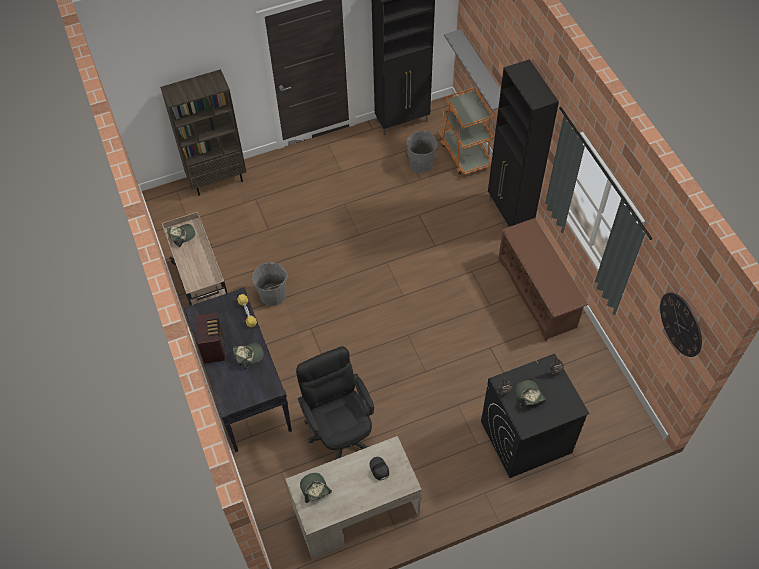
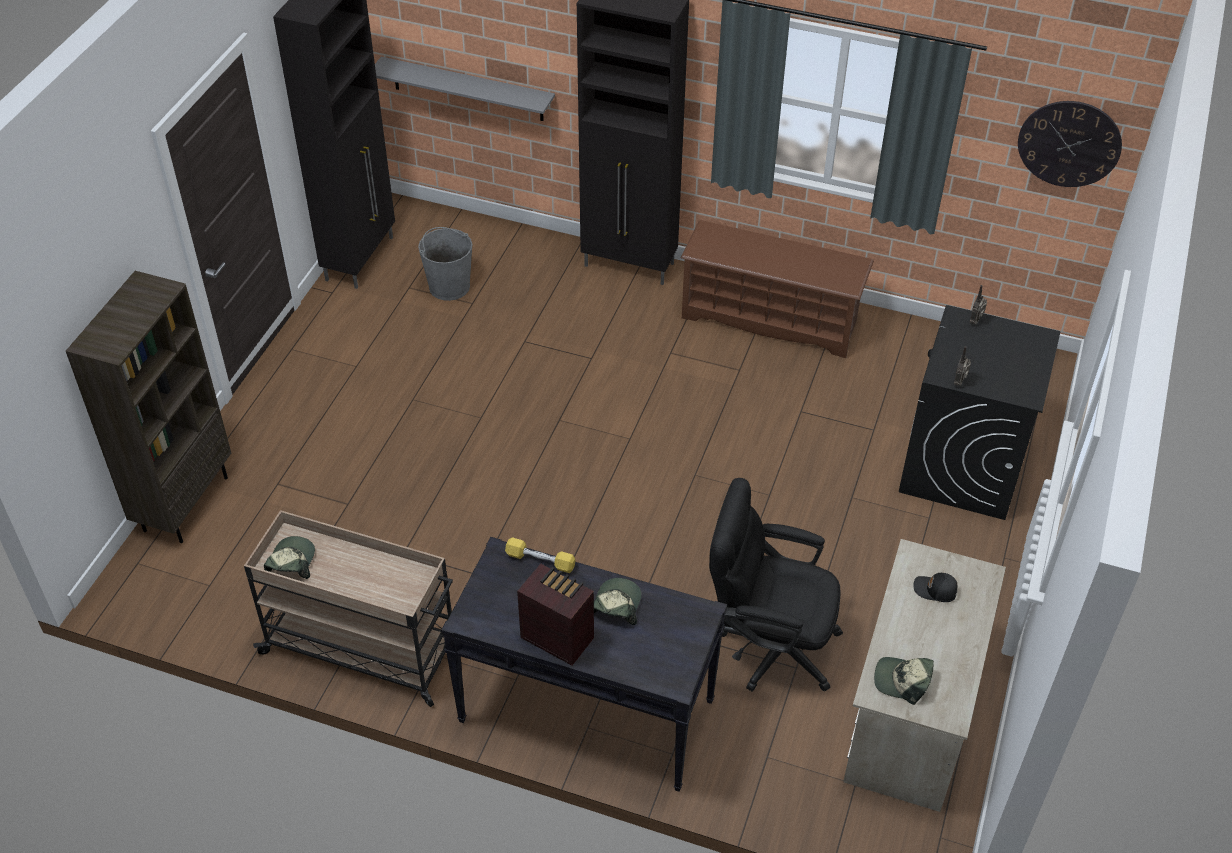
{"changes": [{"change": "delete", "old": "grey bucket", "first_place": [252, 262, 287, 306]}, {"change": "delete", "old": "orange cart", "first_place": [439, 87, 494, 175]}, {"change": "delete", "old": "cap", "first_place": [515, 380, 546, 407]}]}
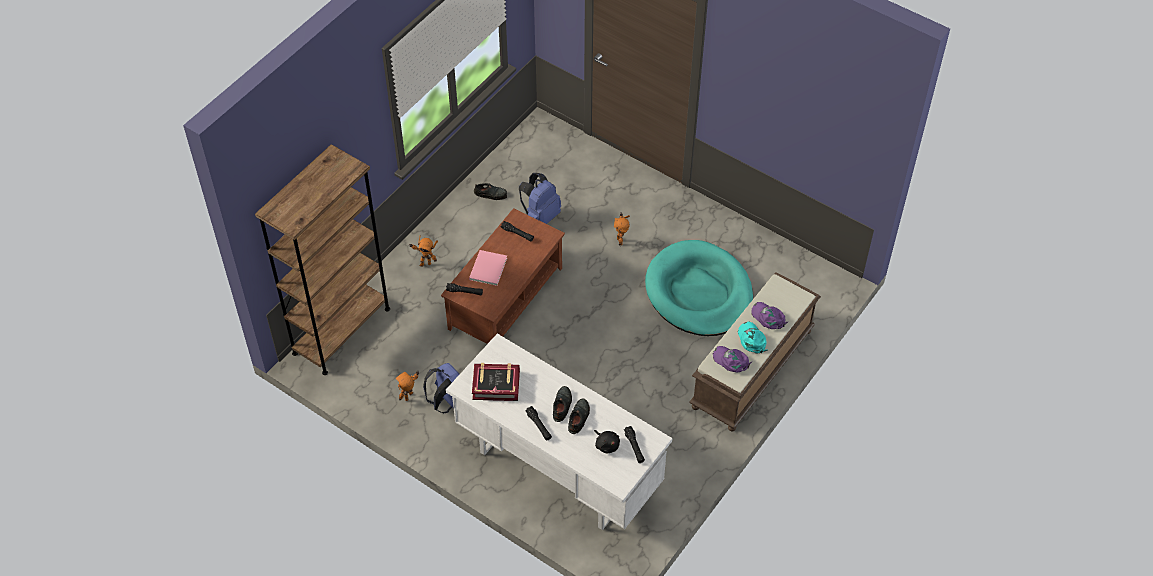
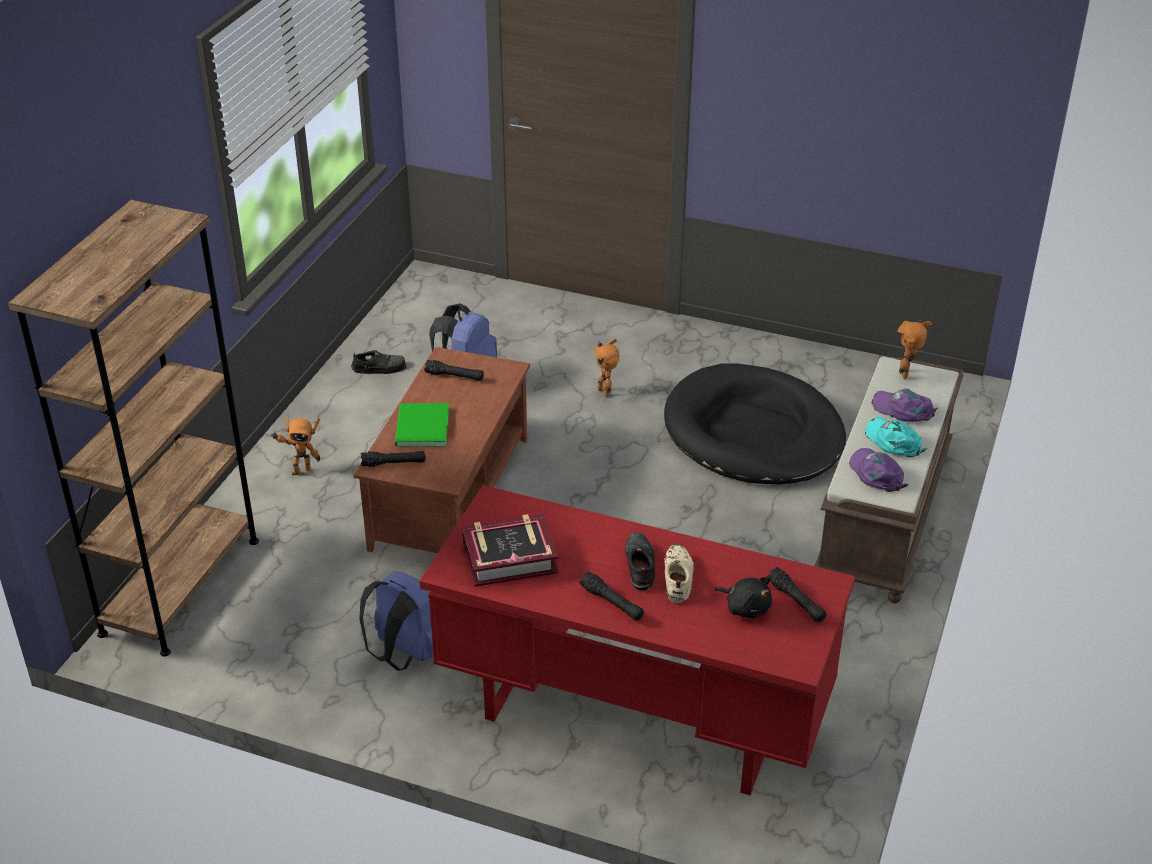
{"changes": [{"change": "move", "old": "toy robot", "first_place": [396, 371, 419, 401], "second_place": [897, 320, 932, 379]}, {"change": "recolor", "old": "white desk", "new": "red desk", "first_place": [446, 333, 672, 530], "second_place": [420, 485, 855, 796]}, {"change": "recolor", "old": "pink book", "new": "green book", "first_place": [469, 250, 507, 286], "second_place": [395, 403, 449, 447]}, {"change": "recolor", "old": "black shoe", "new": "beige shoe", "first_place": [568, 398, 590, 434], "second_place": [664, 544, 694, 603]}, {"change": "recolor", "old": "turquoise dog bed", "new": "black dog bed", "first_place": [645, 240, 753, 336], "second_place": [664, 363, 846, 484]}, {"change": "rotate", "old": "purple cap", "first_place": [713, 346, 752, 372], "second_place": [849, 448, 909, 492], "degrees": 45}]}
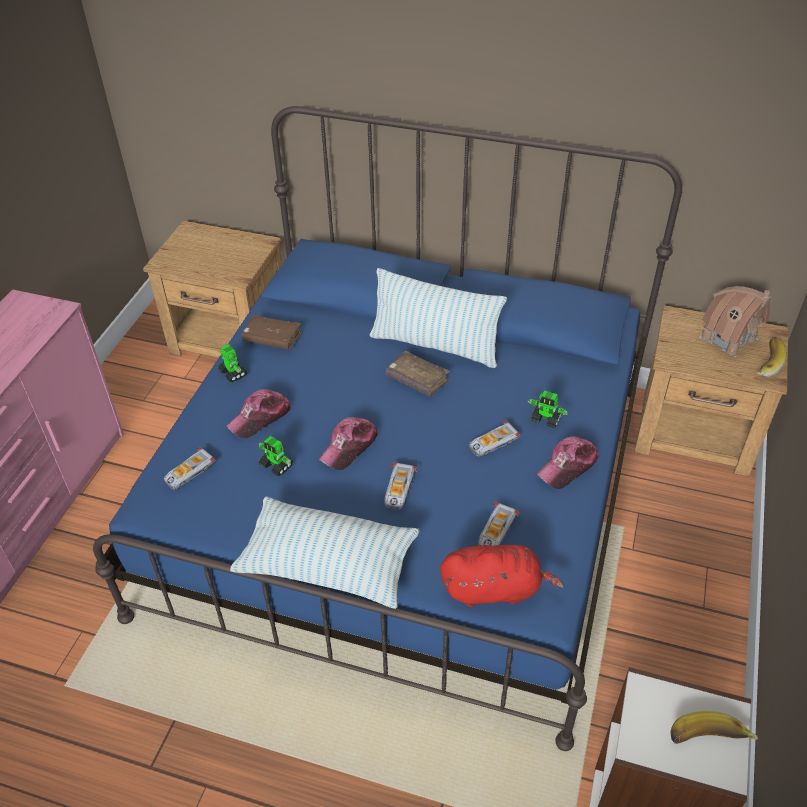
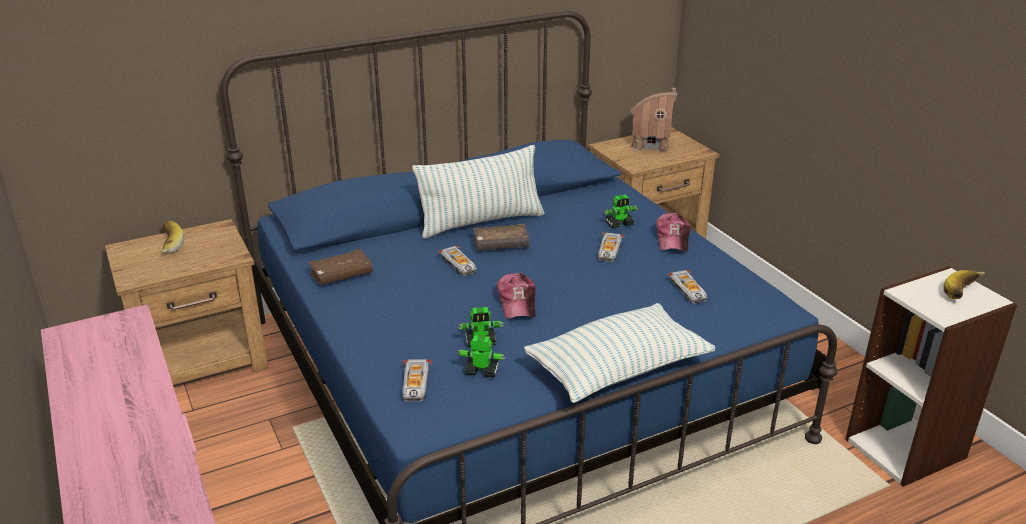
{"changes": [{"change": "delete", "old": "cap", "first_place": [227, 389, 292, 438]}, {"change": "delete", "old": "red plush toy", "first_place": [440, 545, 565, 607]}, {"change": "move", "old": "toy robot", "first_place": [218, 344, 247, 382], "second_place": [457, 335, 506, 378]}, {"change": "move", "old": "toy car", "first_place": [384, 463, 418, 509], "second_place": [438, 245, 477, 276]}, {"change": "move", "old": "banana", "first_place": [756, 337, 786, 377], "second_place": [160, 221, 184, 253]}]}
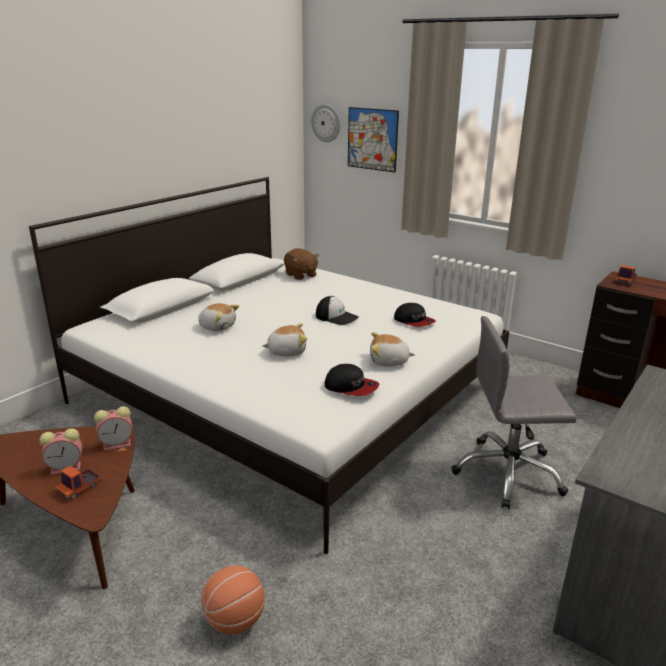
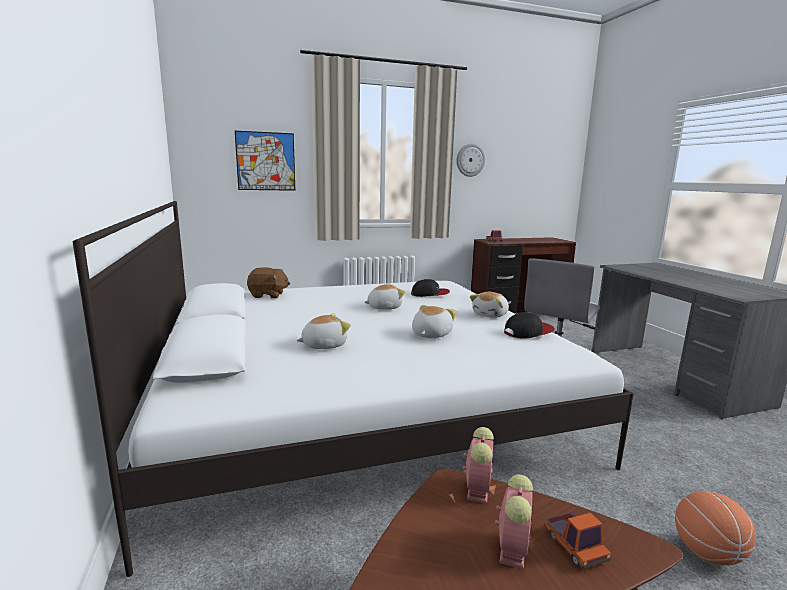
{"changes": [{"change": "move", "old": "wall clock", "first_place": [311, 104, 340, 142], "second_place": [457, 143, 485, 177]}, {"change": "replace", "old": "cap", "new": "plush toy", "first_place": [316, 296, 358, 325], "second_place": [364, 284, 405, 310]}]}
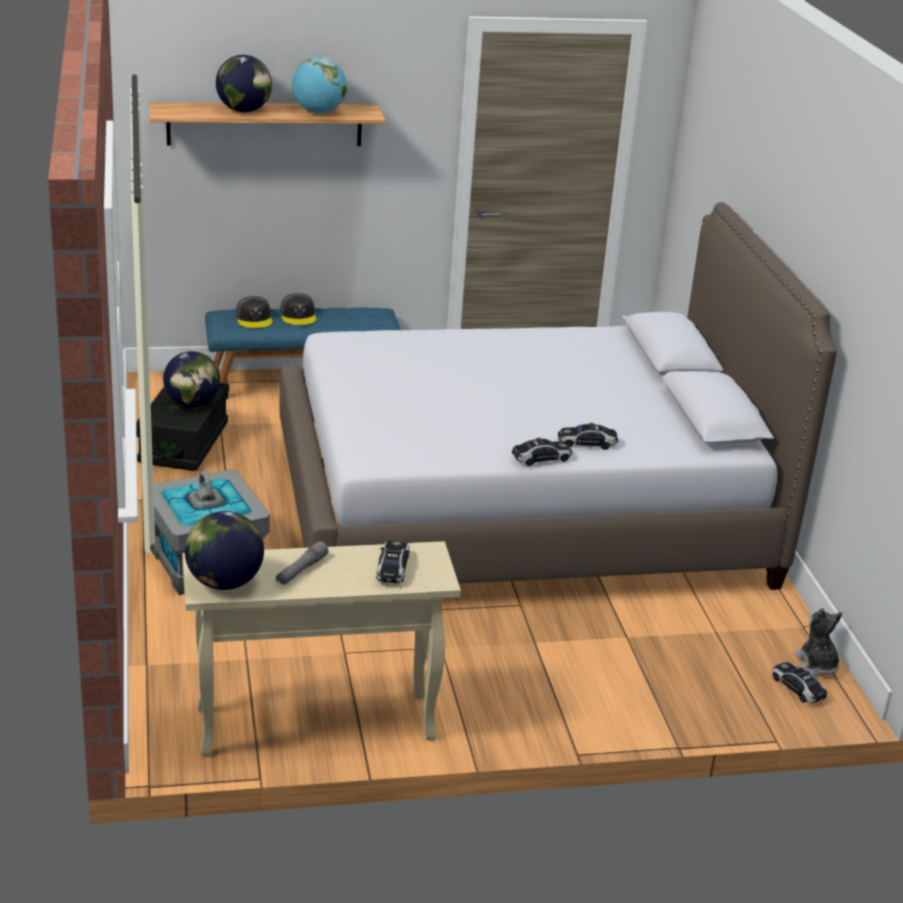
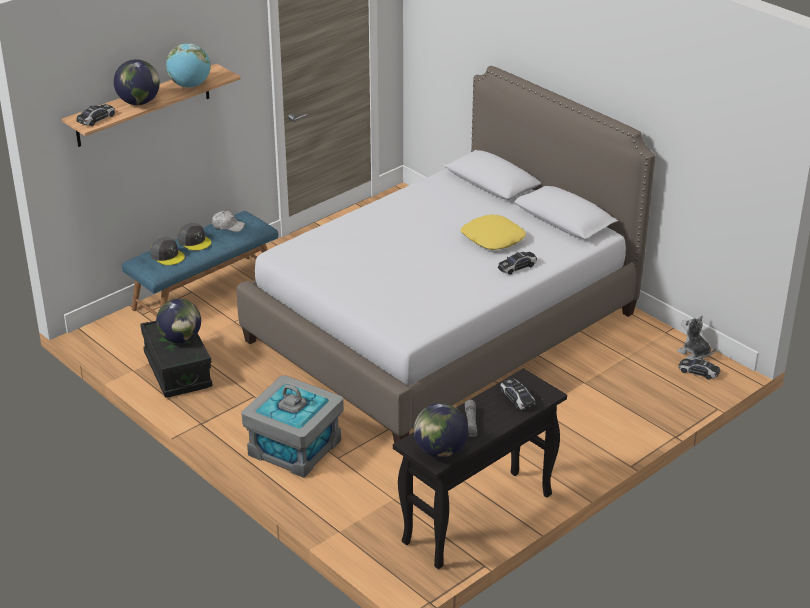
{"changes": [{"change": "insert", "new": "white cap", "second_place": [212, 211, 245, 232]}, {"change": "insert", "new": "yellow pillow", "second_place": [461, 215, 526, 250]}, {"change": "move", "old": "toy car", "first_place": [512, 438, 572, 466], "second_place": [77, 104, 115, 126]}, {"change": "recolor", "old": "beige console table", "new": "black console table", "first_place": [182, 541, 461, 756], "second_place": [393, 368, 567, 569]}]}
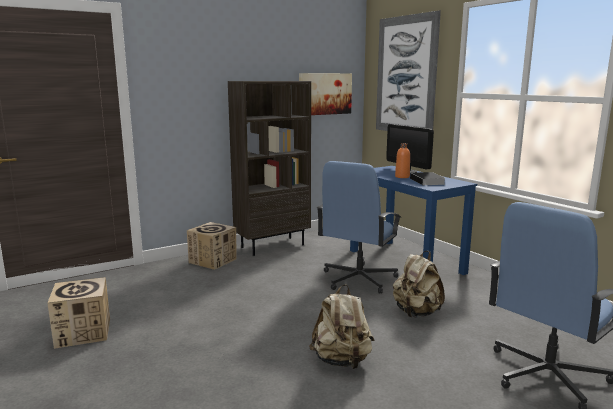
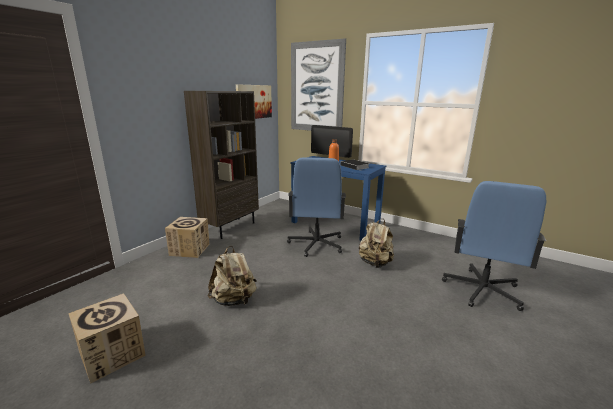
{"changes": [{"change": "move", "old": "beige backpack", "first_place": [309, 284, 374, 369], "second_place": [207, 246, 257, 306]}]}
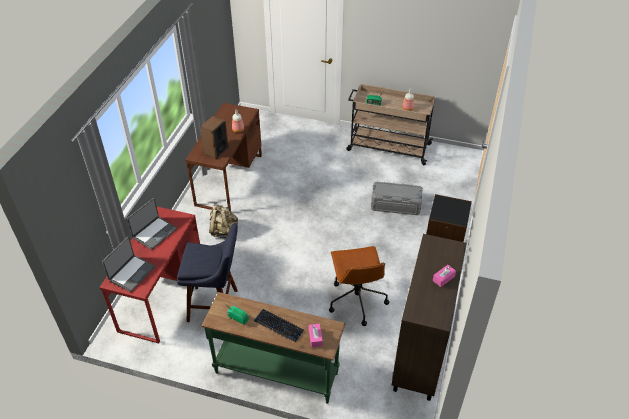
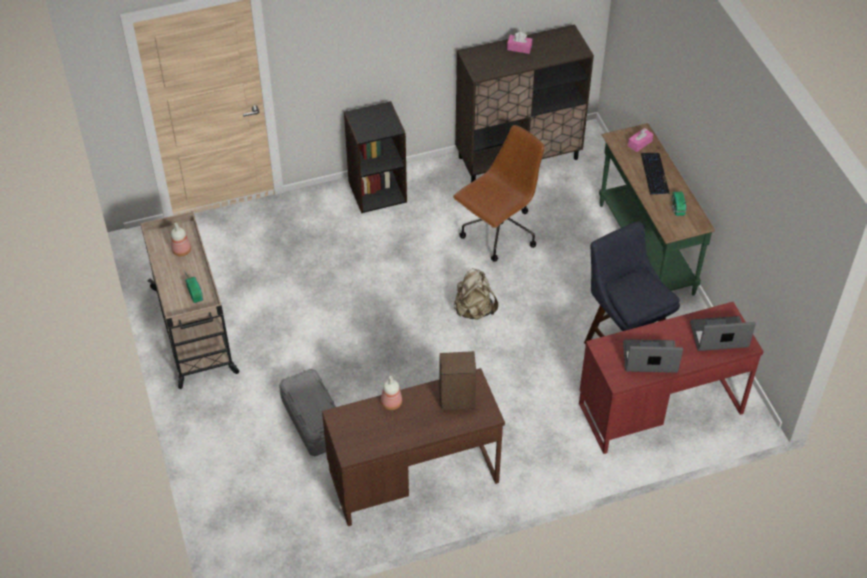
{"changes": [{"change": "move", "old": "beige backpack", "first_place": [209, 204, 238, 238], "second_place": [454, 268, 498, 320]}, {"change": "move", "old": "grey storage box", "first_place": [371, 181, 423, 215], "second_place": [279, 369, 336, 456]}]}
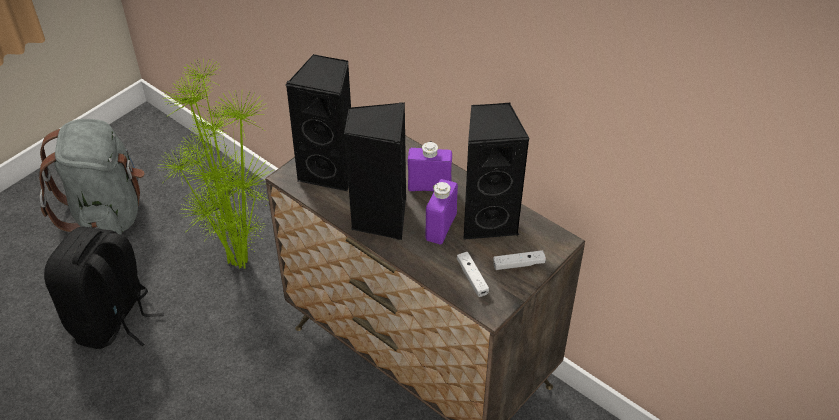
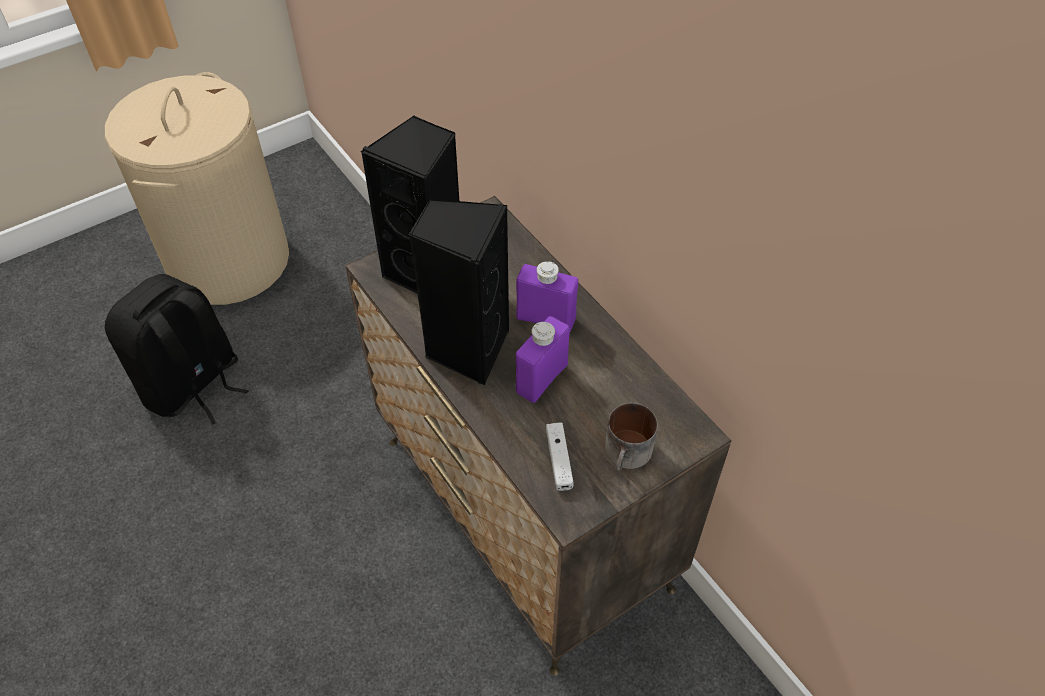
{"changes": [{"change": "delete", "old": "potted plant", "first_place": [159, 60, 273, 269]}, {"change": "delete", "old": "black speaker", "first_place": [463, 102, 530, 240]}, {"change": "replace", "old": "grey backpack", "new": "beige laundry basket", "first_place": [39, 119, 145, 235], "second_place": [105, 72, 289, 305]}, {"change": "replace", "old": "white game controller", "new": "mug", "first_place": [493, 250, 546, 270], "second_place": [605, 403, 658, 470]}]}
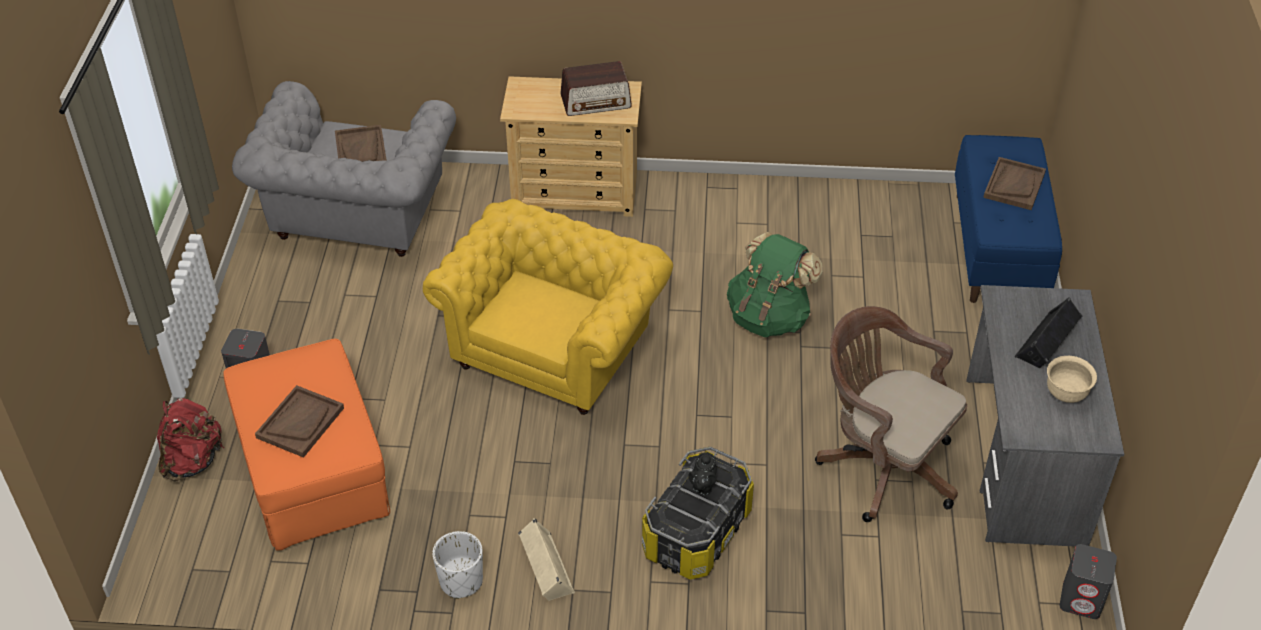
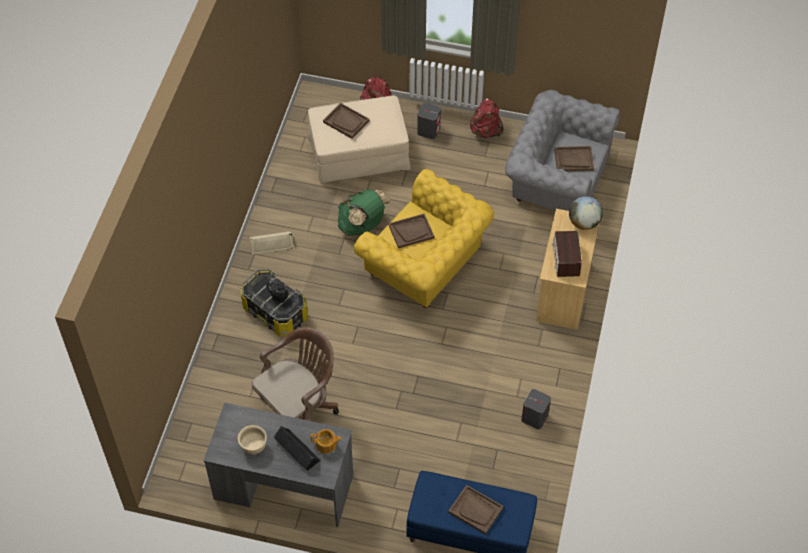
{"changes": [{"change": "delete", "old": "white planter", "first_place": [432, 531, 483, 599]}, {"change": "insert", "new": "teapot", "second_place": [310, 429, 342, 454]}, {"change": "insert", "new": "brown tray", "second_place": [389, 214, 435, 249]}, {"change": "insert", "new": "red backpack", "second_place": [470, 98, 503, 138]}, {"change": "insert", "new": "globe", "second_place": [569, 196, 603, 230]}, {"change": "move", "old": "green backpack", "first_place": [727, 232, 823, 337], "second_place": [338, 189, 391, 236]}, {"change": "move", "old": "grey speaker", "first_place": [1060, 544, 1117, 619], "second_place": [521, 389, 551, 429]}, {"change": "recolor", "old": "orange ottoman", "new": "beige ottoman", "first_place": [223, 339, 390, 551], "second_place": [307, 95, 411, 183]}]}
